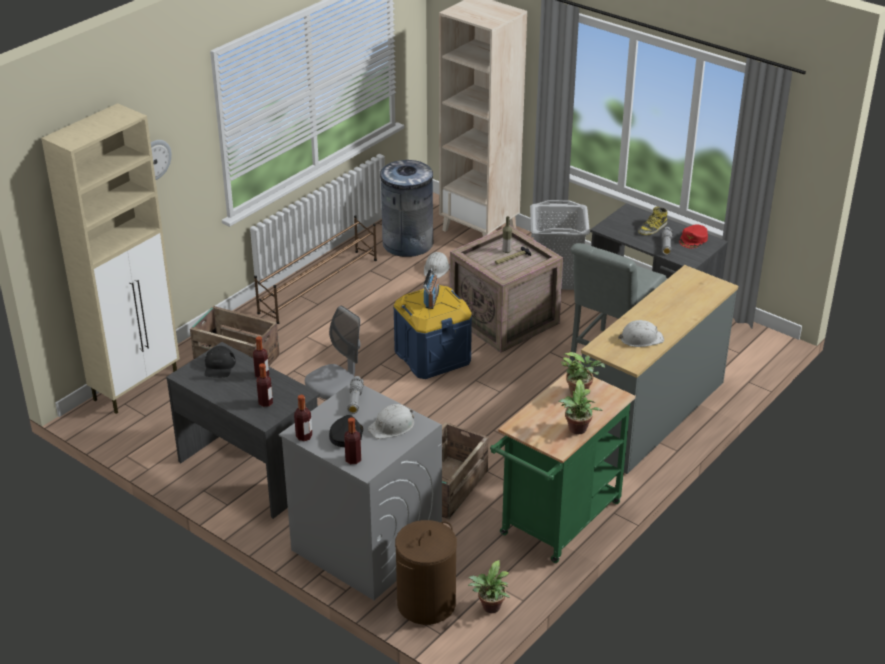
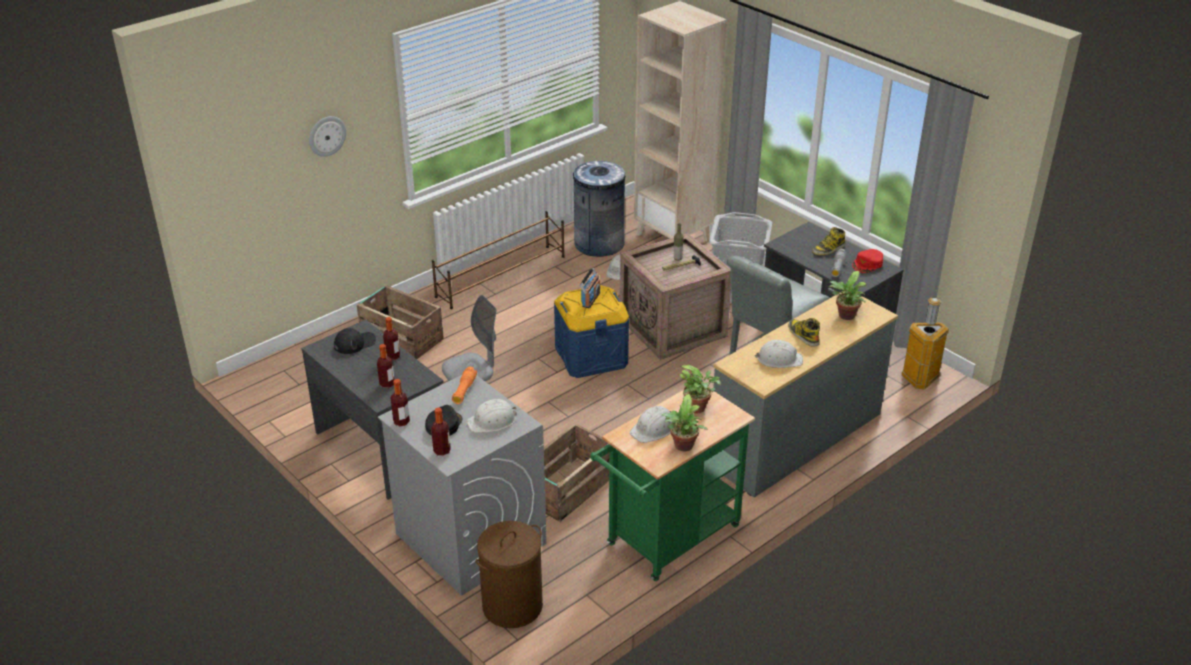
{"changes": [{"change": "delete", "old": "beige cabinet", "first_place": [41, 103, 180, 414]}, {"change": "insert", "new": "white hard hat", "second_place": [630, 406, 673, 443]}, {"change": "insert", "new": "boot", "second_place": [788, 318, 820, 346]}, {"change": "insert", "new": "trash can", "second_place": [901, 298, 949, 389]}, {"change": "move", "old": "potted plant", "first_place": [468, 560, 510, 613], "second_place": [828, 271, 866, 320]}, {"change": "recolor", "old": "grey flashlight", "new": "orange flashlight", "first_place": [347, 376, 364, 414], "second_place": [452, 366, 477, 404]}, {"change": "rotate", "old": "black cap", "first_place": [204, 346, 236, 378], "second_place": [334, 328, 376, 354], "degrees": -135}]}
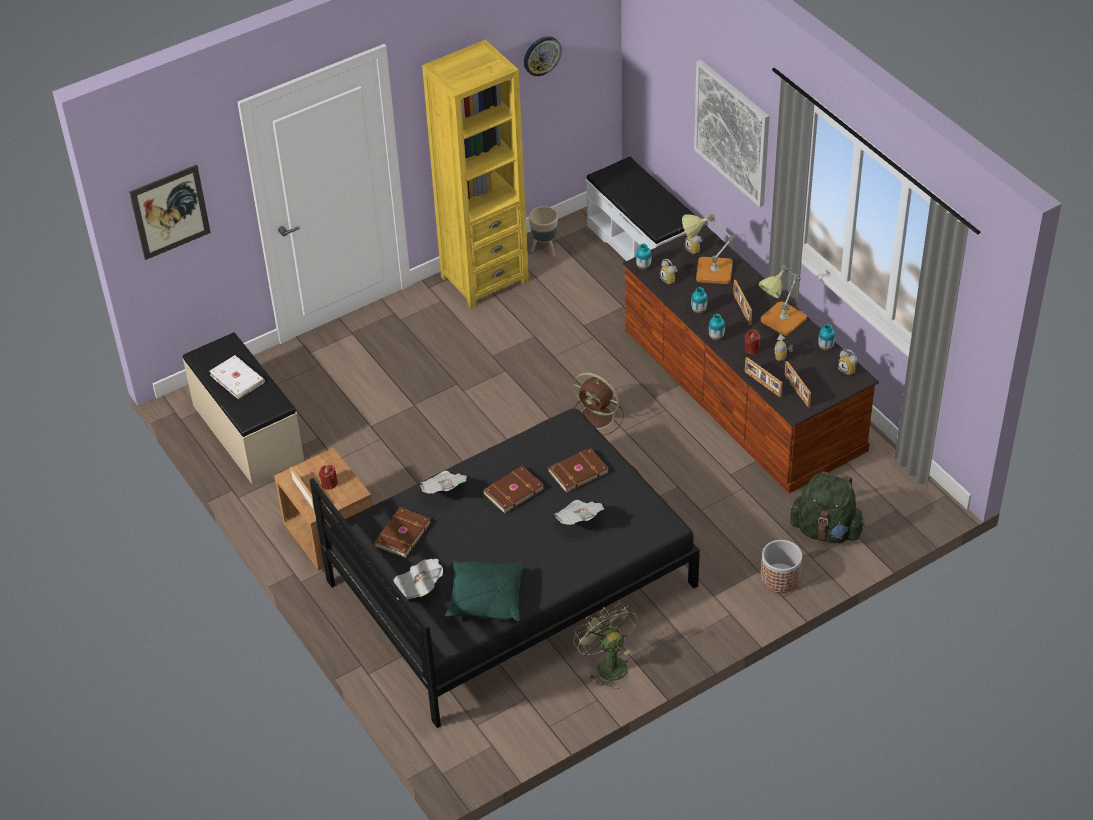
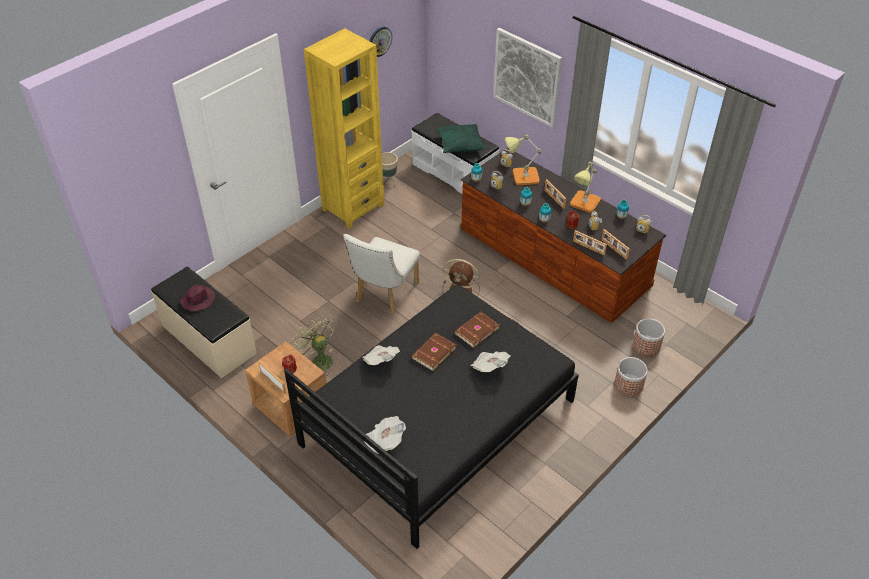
{"changes": [{"change": "delete", "old": "picture", "first_place": [129, 164, 211, 260]}, {"change": "delete", "old": "brown book", "first_place": [374, 507, 431, 558]}, {"change": "insert", "new": "white chair", "second_place": [343, 234, 420, 315]}, {"change": "move", "old": "green pillow", "first_place": [445, 560, 524, 621], "second_place": [437, 124, 486, 153]}, {"change": "move", "old": "green fan", "first_place": [573, 603, 638, 689], "second_place": [292, 315, 335, 376]}, {"change": "replace", "old": "white book", "new": "purple hat", "first_place": [209, 355, 265, 399], "second_place": [181, 285, 215, 311]}, {"change": "replace", "old": "green backpack", "new": "planter", "first_place": [790, 471, 865, 543], "second_place": [633, 319, 665, 356]}]}
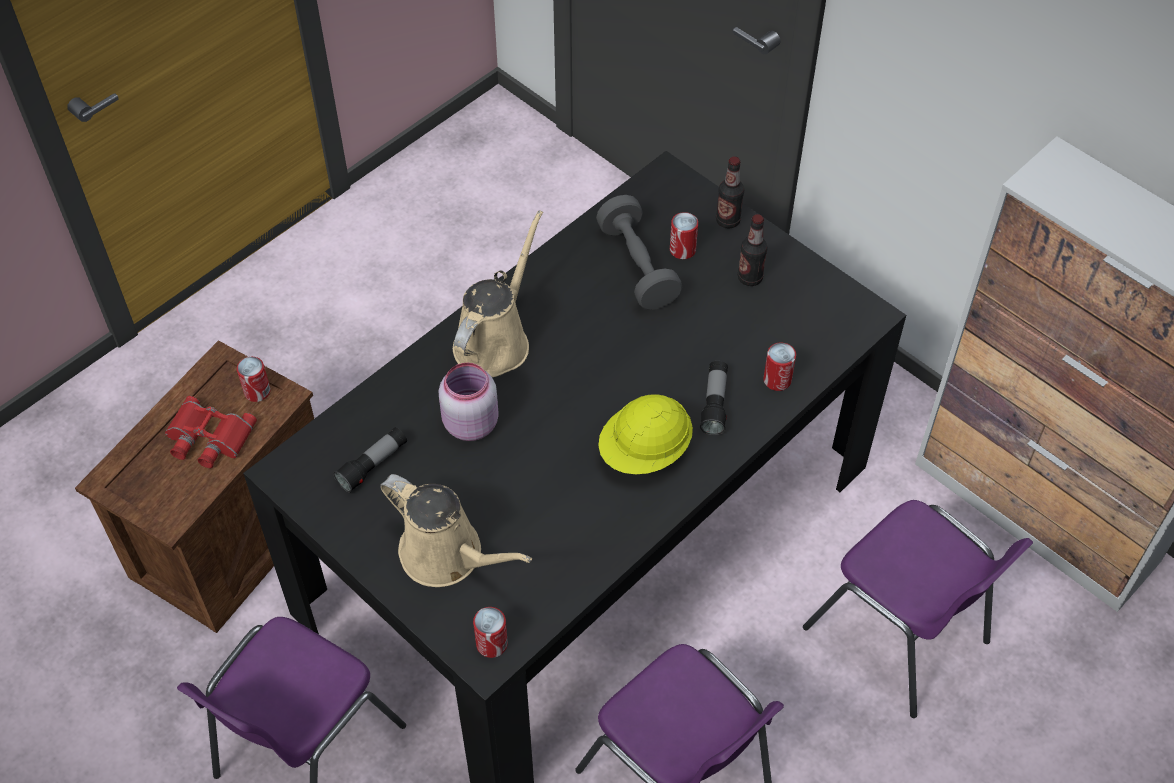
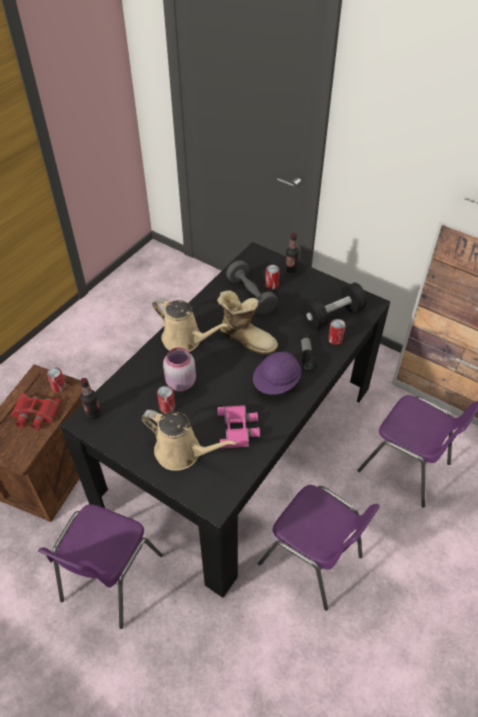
{"changes": [{"change": "delete", "old": "flashlight", "first_place": [333, 427, 407, 493]}, {"change": "insert", "new": "boot", "second_place": [217, 290, 278, 355]}, {"change": "insert", "new": "pink binoculars", "second_place": [217, 405, 260, 448]}, {"change": "insert", "new": "black dumbbell", "second_place": [302, 283, 367, 330]}, {"change": "move", "old": "can", "first_place": [473, 607, 508, 658], "second_place": [157, 386, 175, 413]}, {"change": "move", "old": "bottle", "first_place": [738, 214, 768, 286], "second_place": [80, 378, 101, 419]}, {"change": "recolor", "old": "yellow hard hat", "new": "purple hard hat", "first_place": [598, 394, 693, 474], "second_place": [253, 351, 301, 395]}, {"change": "rotate", "old": "beige watering can", "first_place": [453, 210, 543, 377], "second_place": [152, 297, 229, 352], "degrees": 105}]}
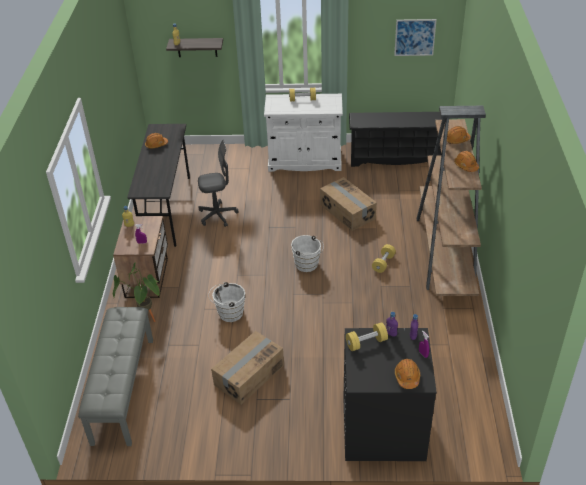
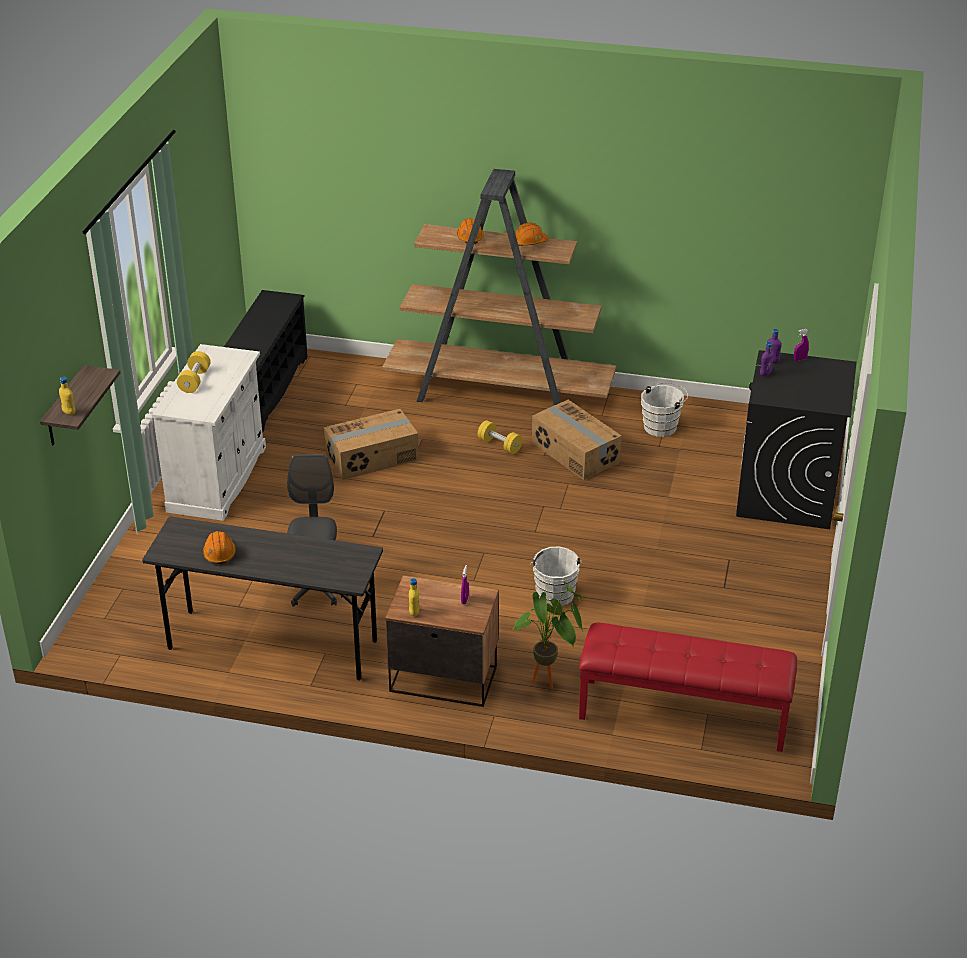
{"changes": [{"change": "delete", "old": "yellow dumbbell", "first_place": [346, 322, 388, 351]}, {"change": "delete", "old": "picture", "first_place": [394, 19, 437, 56]}, {"change": "delete", "old": "orange hard hat", "first_place": [395, 359, 420, 389]}, {"change": "move", "old": "cardboard box", "first_place": [211, 331, 284, 404], "second_place": [532, 400, 622, 480]}, {"change": "move", "old": "white bucket", "first_place": [291, 235, 324, 272], "second_place": [641, 383, 688, 437]}, {"change": "recolor", "old": "grey bench", "new": "red bench", "first_place": [78, 307, 153, 446], "second_place": [579, 623, 797, 752]}]}
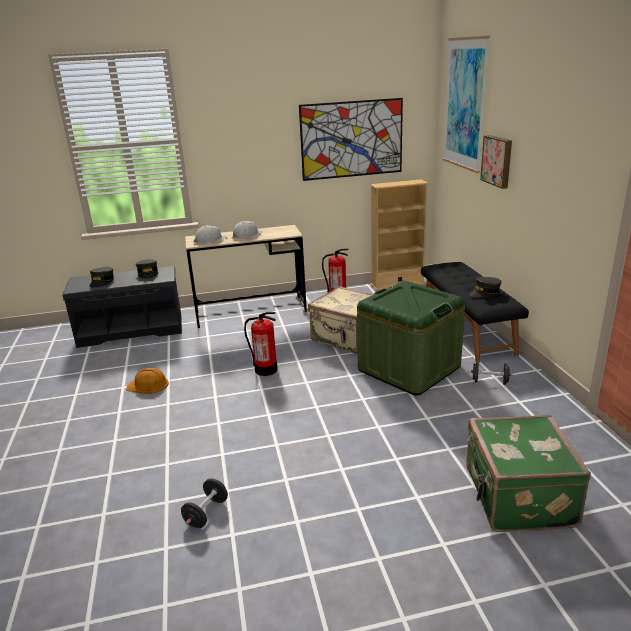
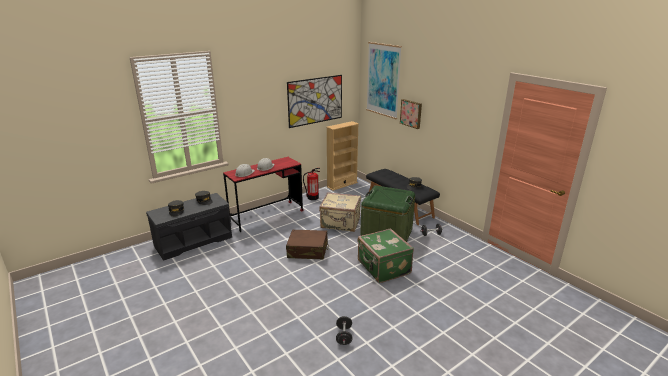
{"changes": [{"change": "delete", "old": "orange hard hat", "first_place": [126, 368, 169, 394]}, {"change": "move", "old": "green suitcase", "first_place": [466, 415, 591, 532], "second_place": [358, 228, 414, 283]}, {"change": "replace", "old": "fire extinguisher", "new": "brown suitcase", "first_place": [244, 312, 277, 376], "second_place": [286, 230, 328, 260]}, {"change": "recolor", "old": "beige desk", "new": "red desk", "first_place": [185, 225, 308, 328], "second_place": [223, 157, 304, 232]}]}
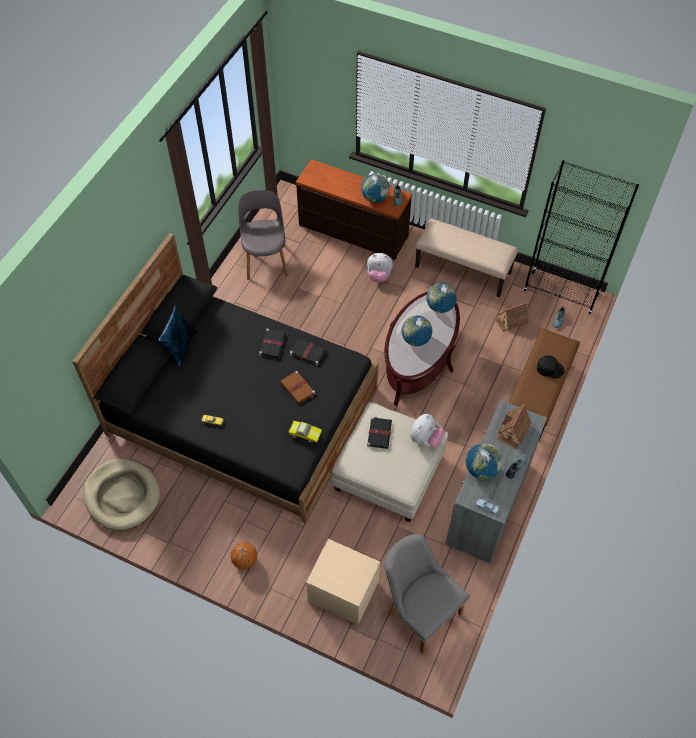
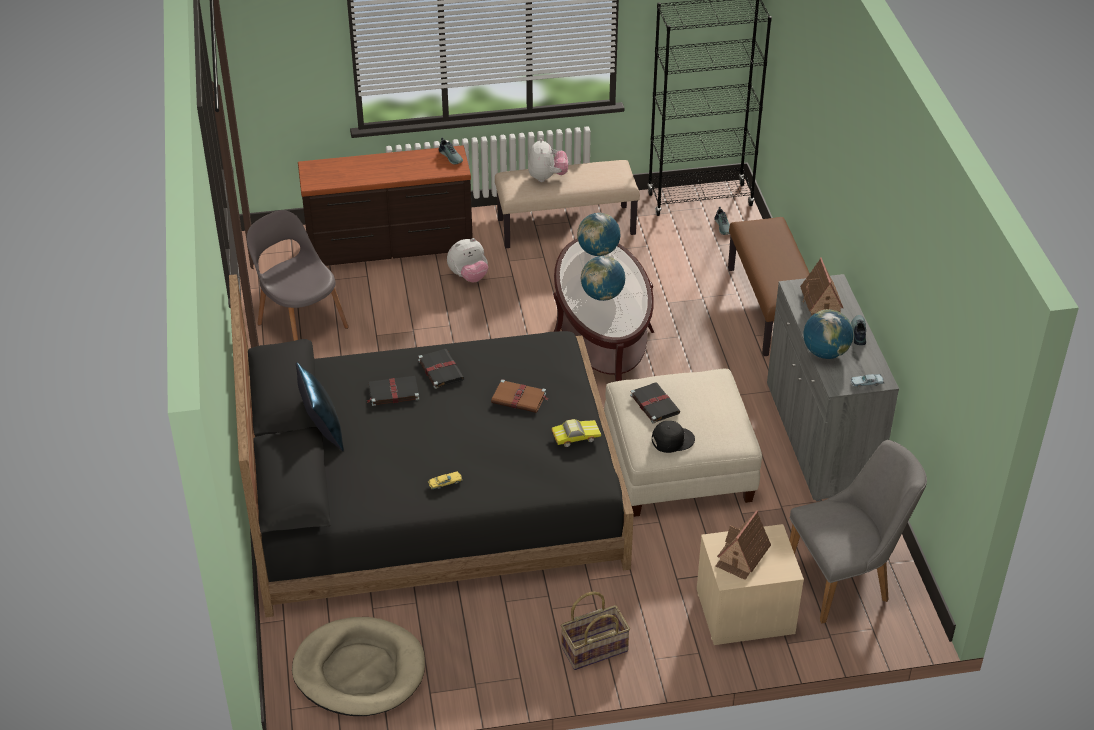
{"changes": [{"change": "delete", "old": "globe", "first_place": [361, 174, 390, 203]}, {"change": "move", "old": "black book", "first_place": [290, 338, 326, 365], "second_place": [367, 376, 419, 406]}, {"change": "move", "old": "plush toy", "first_place": [410, 414, 445, 447], "second_place": [528, 138, 568, 182]}, {"change": "move", "old": "toy house", "first_place": [495, 302, 528, 332], "second_place": [716, 510, 771, 580]}, {"change": "move", "old": "black cap", "first_place": [537, 355, 564, 379], "second_place": [652, 421, 695, 453]}, {"change": "replace", "old": "basketball", "new": "basket", "first_place": [231, 542, 257, 569], "second_place": [561, 591, 630, 670]}, {"change": "rotate", "old": "grey chair", "first_place": [384, 534, 470, 654], "second_place": [789, 440, 927, 623], "degrees": 150}]}
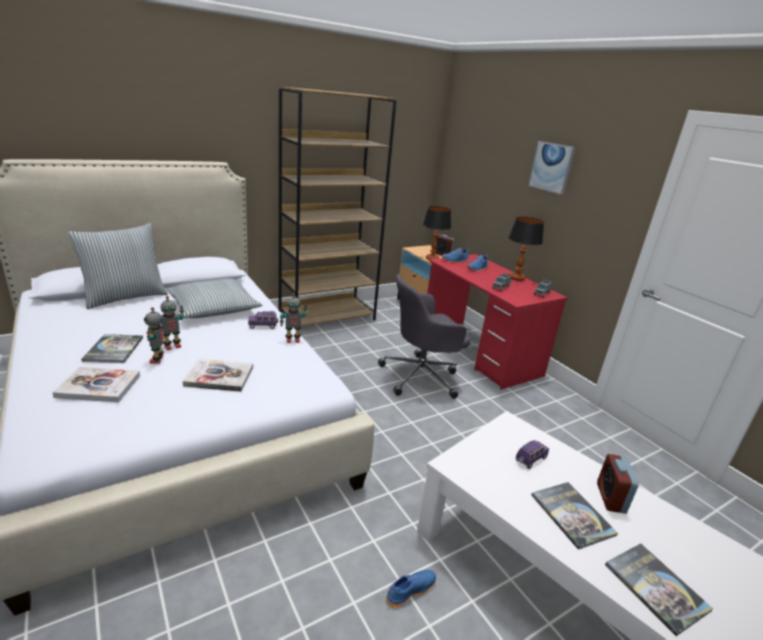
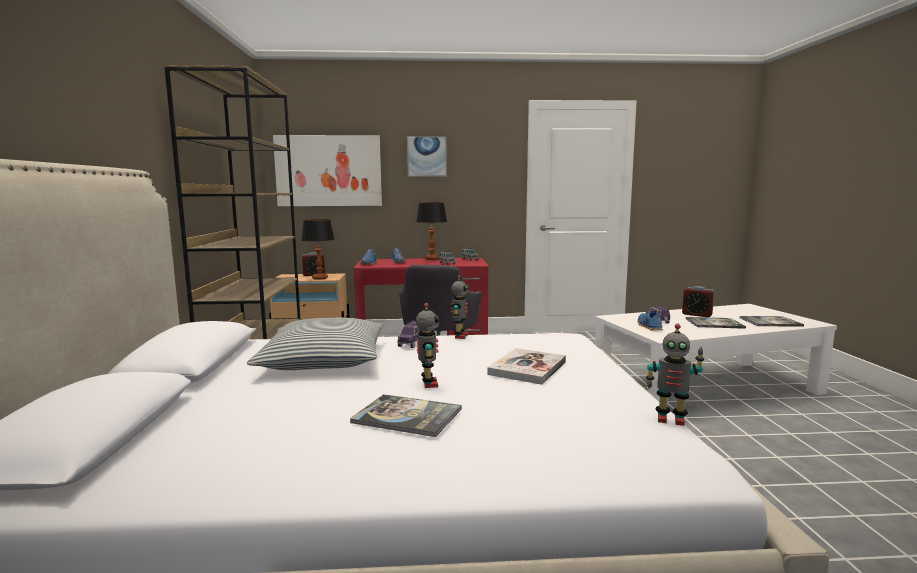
{"changes": [{"change": "delete", "old": "book", "first_place": [52, 367, 140, 402]}, {"change": "delete", "old": "pillow", "first_place": [67, 223, 168, 309]}, {"change": "insert", "new": "picture", "second_place": [273, 135, 382, 206]}, {"change": "move", "old": "toy robot", "first_place": [144, 307, 165, 364], "second_place": [646, 324, 704, 426]}, {"change": "move", "old": "blue shoe", "first_place": [386, 570, 436, 608], "second_place": [638, 310, 663, 331]}]}
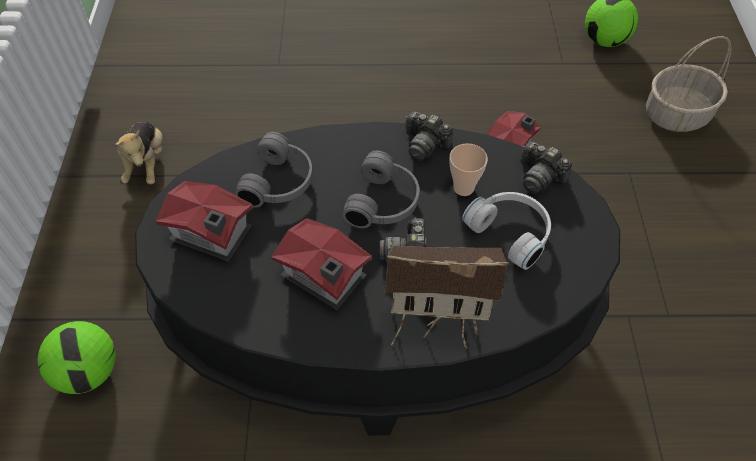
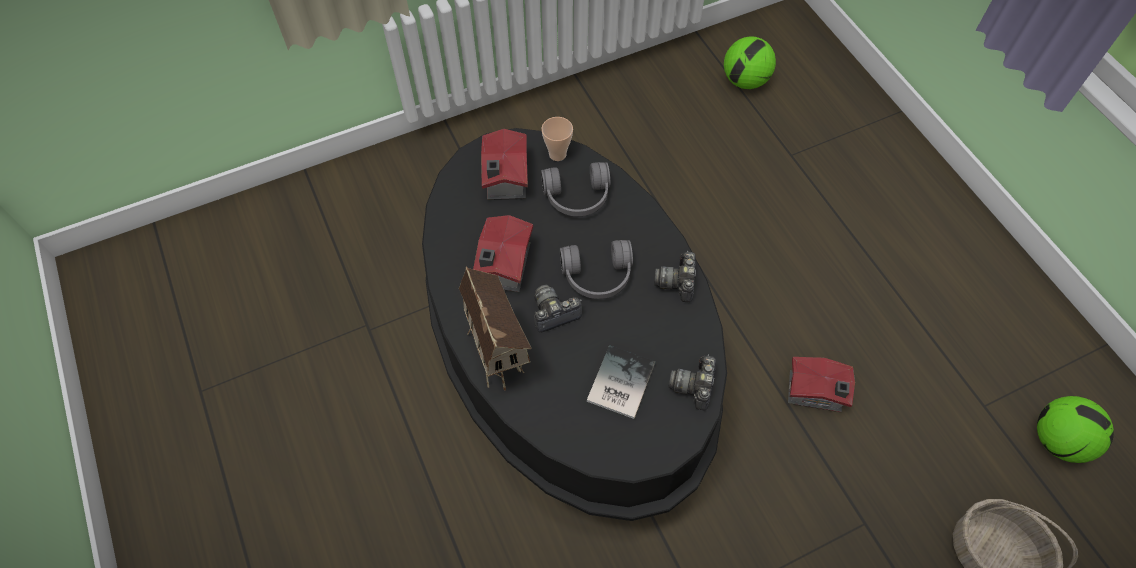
{"changes": [{"change": "delete", "old": "plush toy", "first_place": [116, 122, 162, 185]}, {"change": "move", "old": "football", "first_place": [38, 321, 116, 394], "second_place": [724, 36, 776, 89]}, {"change": "move", "old": "cup", "first_place": [450, 143, 488, 196], "second_place": [542, 117, 573, 161]}, {"change": "replace", "old": "white headphones", "new": "book", "first_place": [462, 192, 551, 270], "second_place": [587, 345, 656, 419]}]}
